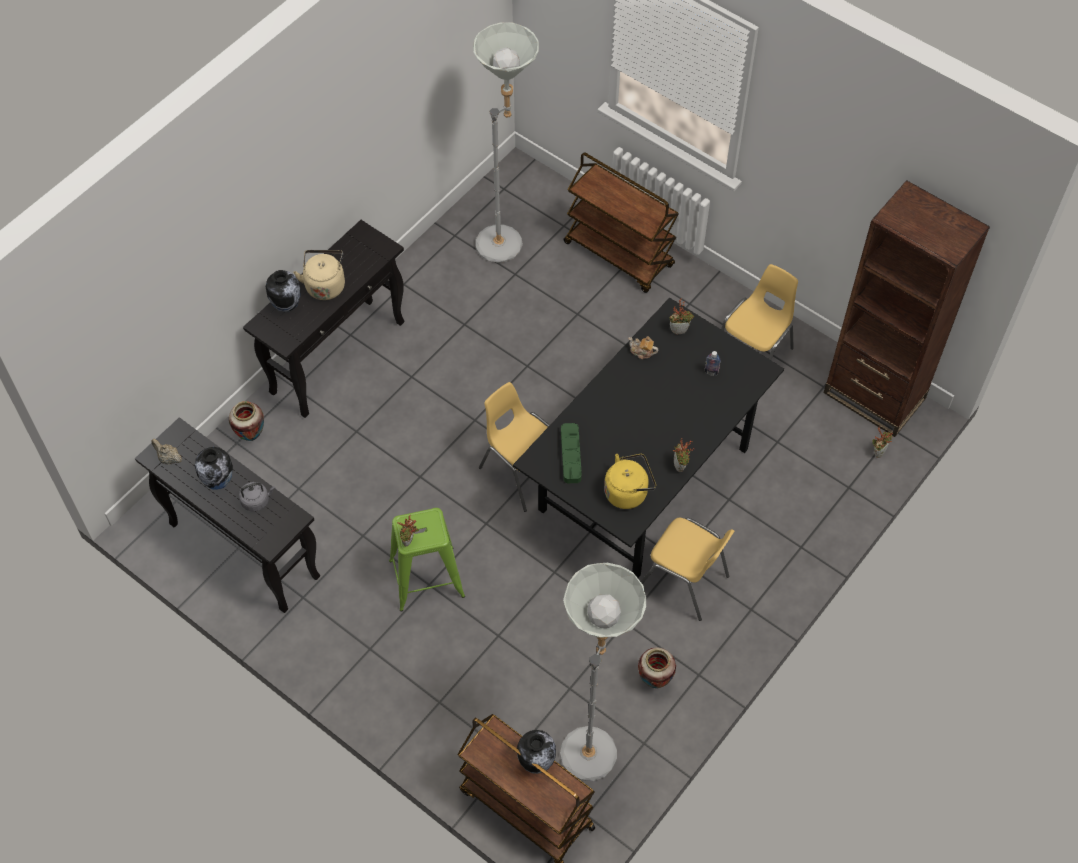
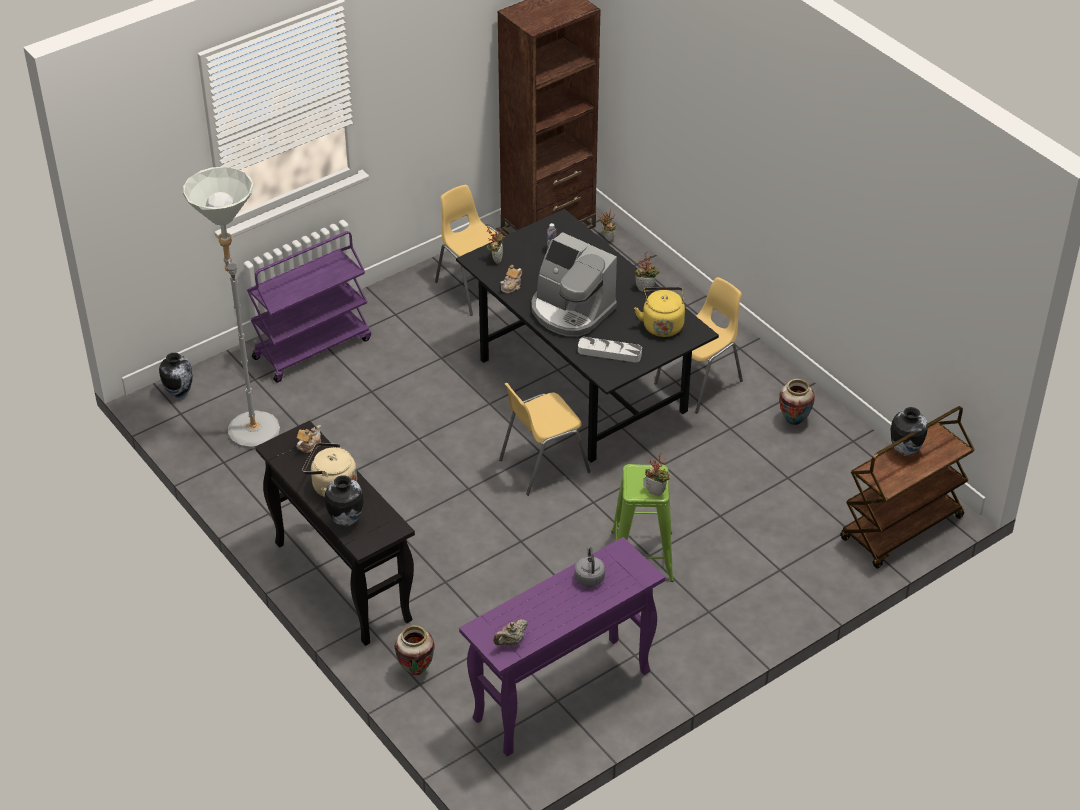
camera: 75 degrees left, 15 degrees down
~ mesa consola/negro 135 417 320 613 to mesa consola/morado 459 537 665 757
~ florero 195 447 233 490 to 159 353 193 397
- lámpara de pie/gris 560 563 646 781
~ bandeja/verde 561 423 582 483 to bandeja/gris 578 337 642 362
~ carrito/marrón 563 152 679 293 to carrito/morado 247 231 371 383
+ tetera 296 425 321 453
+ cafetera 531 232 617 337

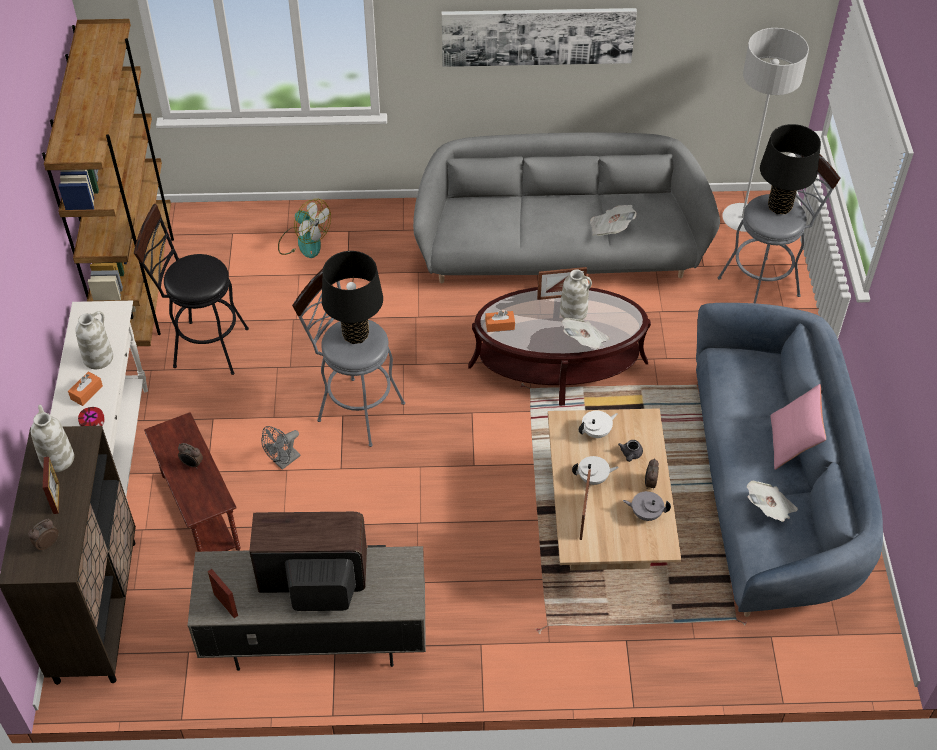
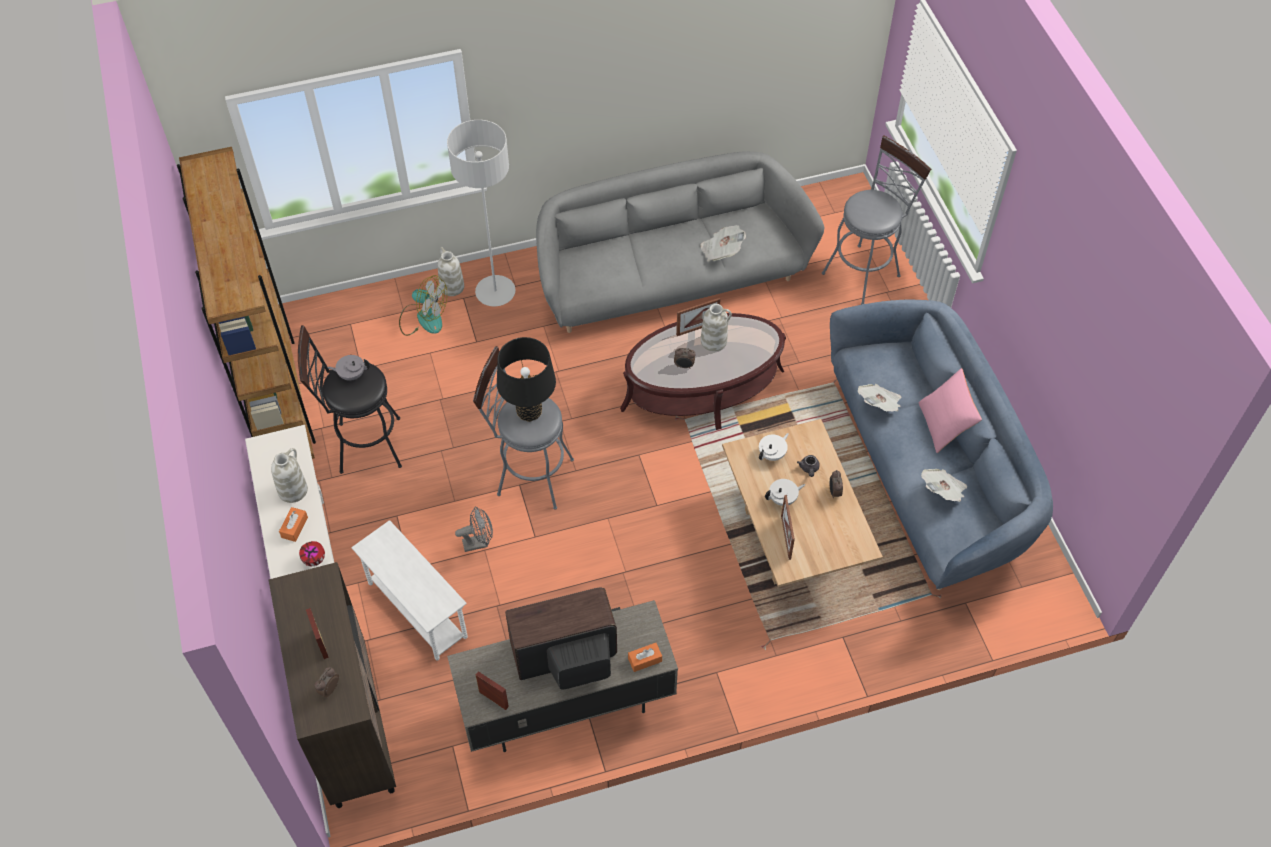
camera: 15 degrees left, 5 degrees up
~ florero/blanco 31 405 74 472 to 437 247 464 296
~ mesa auxiliar/marrón 144 412 241 552 to mesa auxiliar/blanco 352 520 468 660
~ despertador 178 443 203 469 to 674 348 695 369
~ ventilador/gris 261 426 301 470 = 455 507 493 552 135 degrees counterclockwise
- cuadro 442 8 637 67
~ caja de pañuelos/naranja 485 310 515 332 to 628 643 662 672
~ periódico 561 318 610 349 to 858 384 901 411
~ tetera/gris 623 491 671 521 to 327 355 370 381
~ lámpara de pie/gris 722 28 809 232 to 447 120 515 306
- lámpara de mesa/negro 760 124 821 214

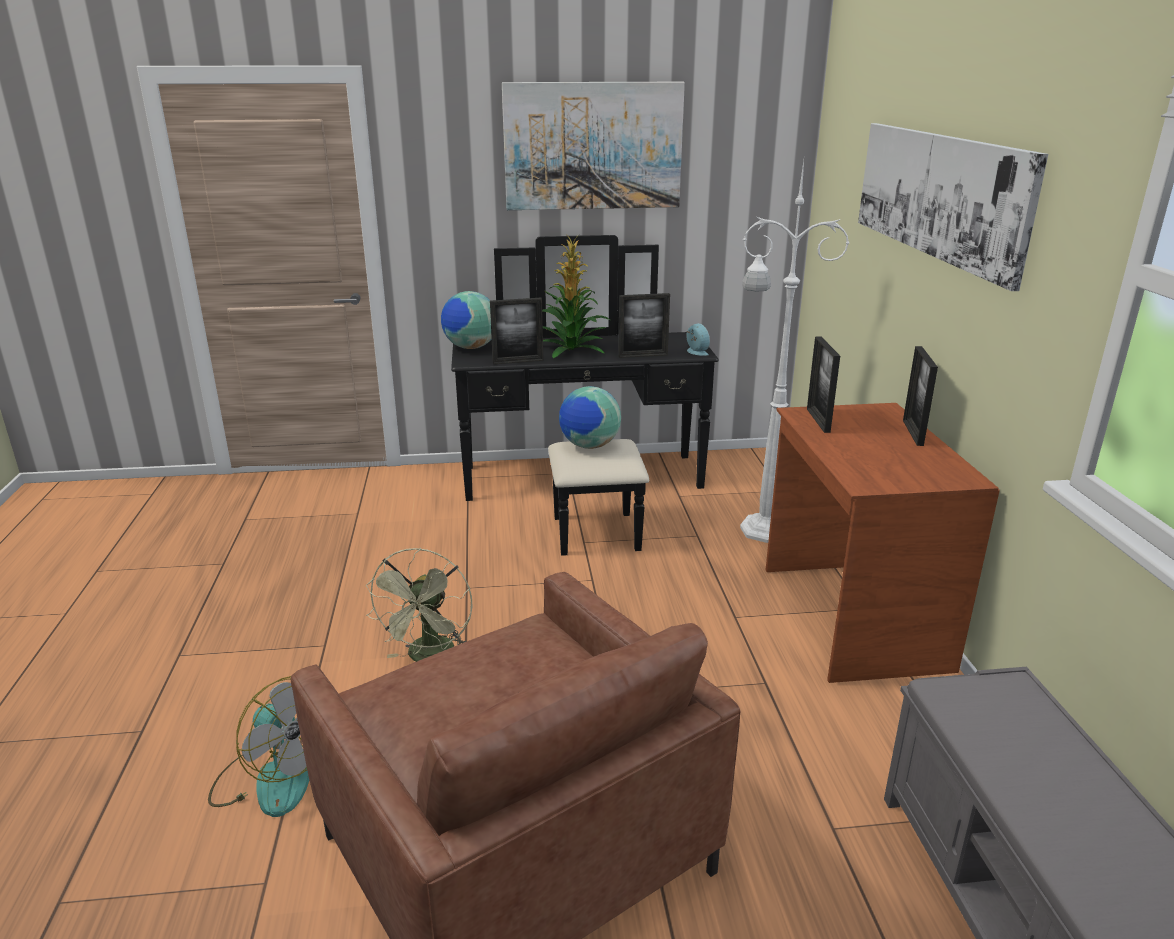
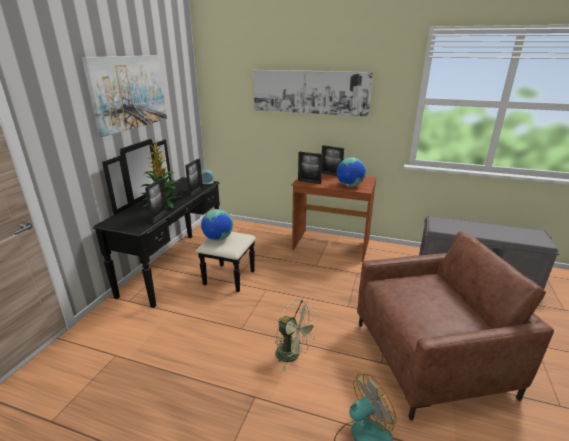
camera: 65 degrees left, 0 degrees up
~ globo terráqueo 441 291 492 349 to 336 157 366 187
- lámpara de pie/blanco 740 160 849 543

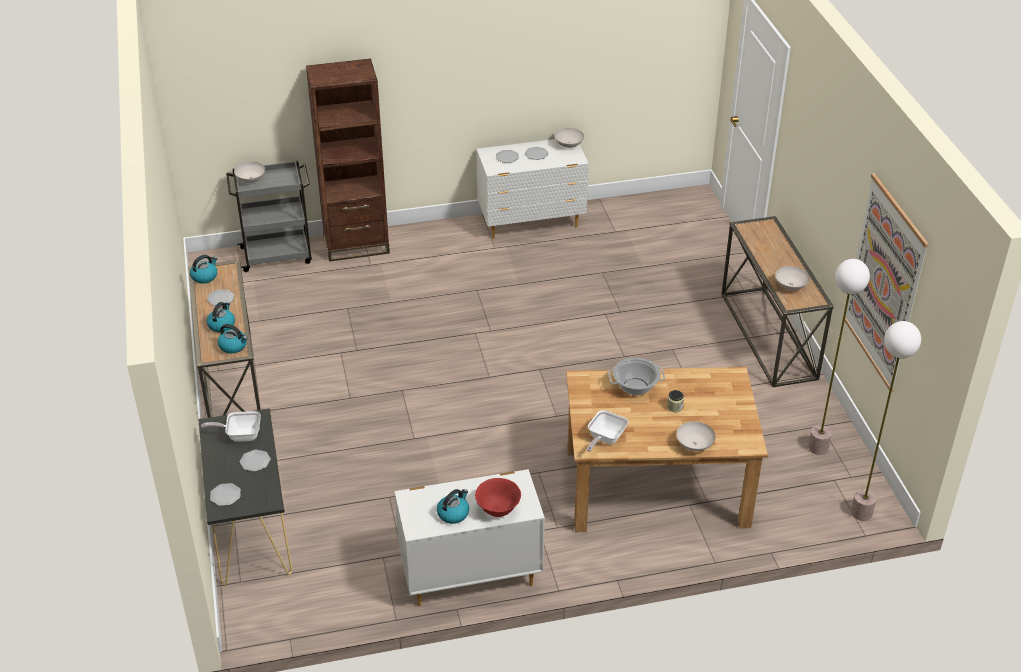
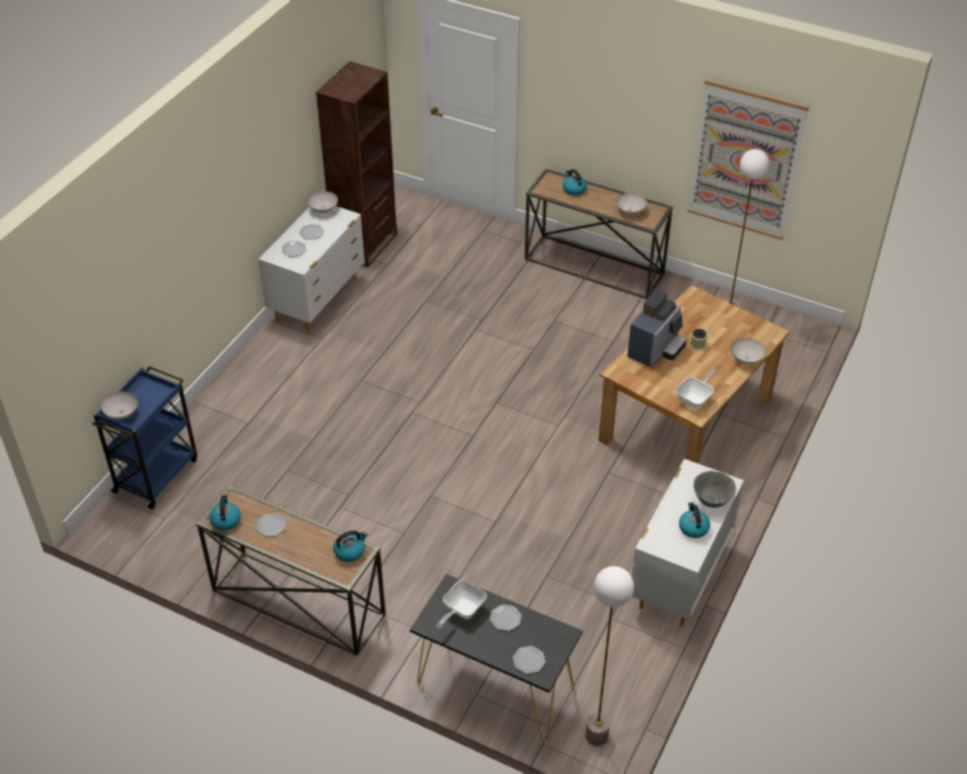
camera: 50 degrees left, 5 degrees up
~ hervidor 206 302 235 333 to 563 169 587 195
~ carrito/gris 226 161 312 272 to carrito/azul 92 366 197 509
~ estantería/marrón 306 59 390 262 to 316 61 397 268
~ cuenco/rojo 475 478 521 517 to cuenco/gris 693 471 736 508
~ sartén 587 410 629 452 = 676 369 717 409 120 degrees counterclockwise
~ olla 608 358 665 396 to cafetera 627 289 687 368
~ lámpara de pie 851 321 921 521 to 585 566 634 746

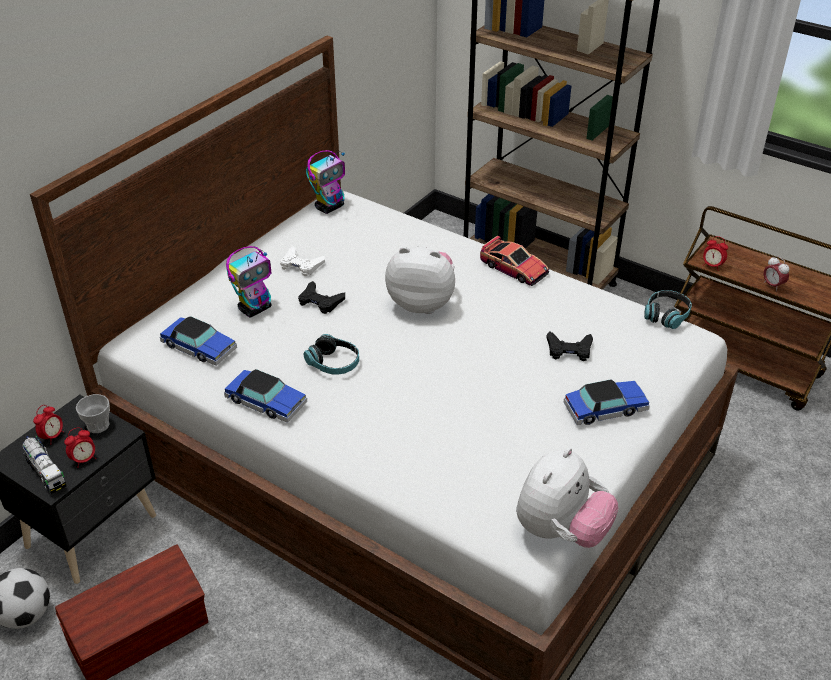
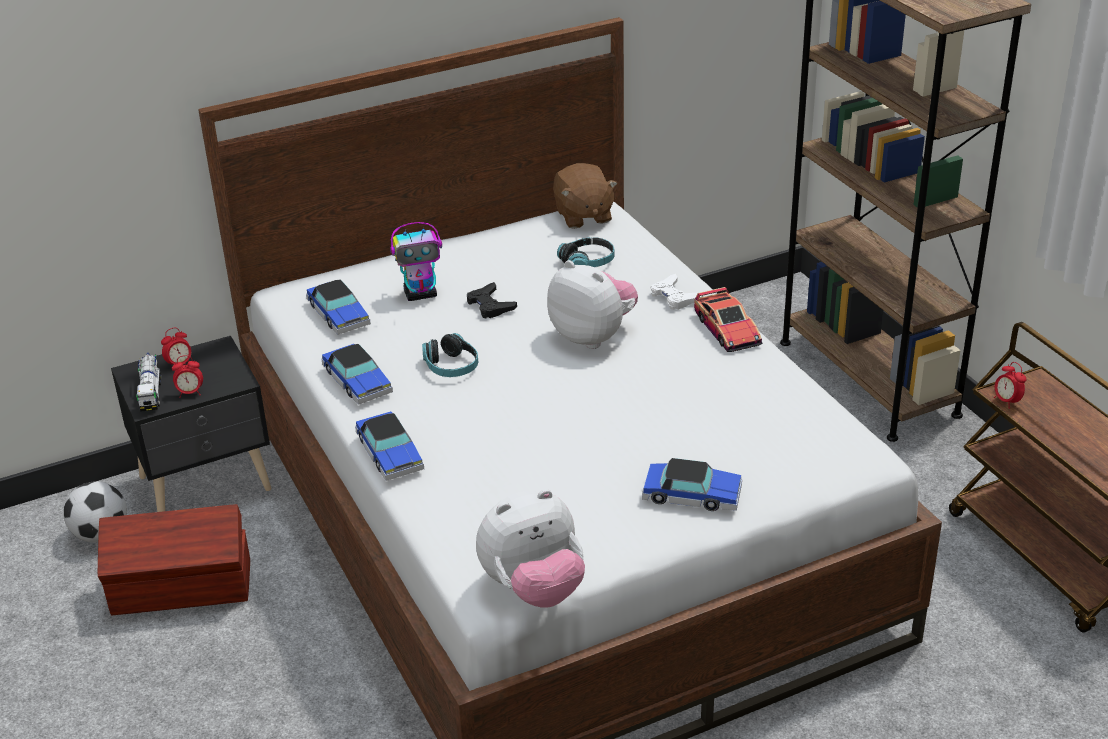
camera: 30 degrees right, 5 degrees down
- taza 76 394 110 433
~ mando de consola/blanco 280 247 325 276 to 651 274 703 310
~ robot de juguete 306 150 345 214 to peluche/marrón 553 163 618 229
- mando de consola/negro 546 331 593 361
~ auriculares 644 290 692 329 to 557 237 614 267
- despertador 764 256 790 291
+ coche de juguete 355 411 424 481

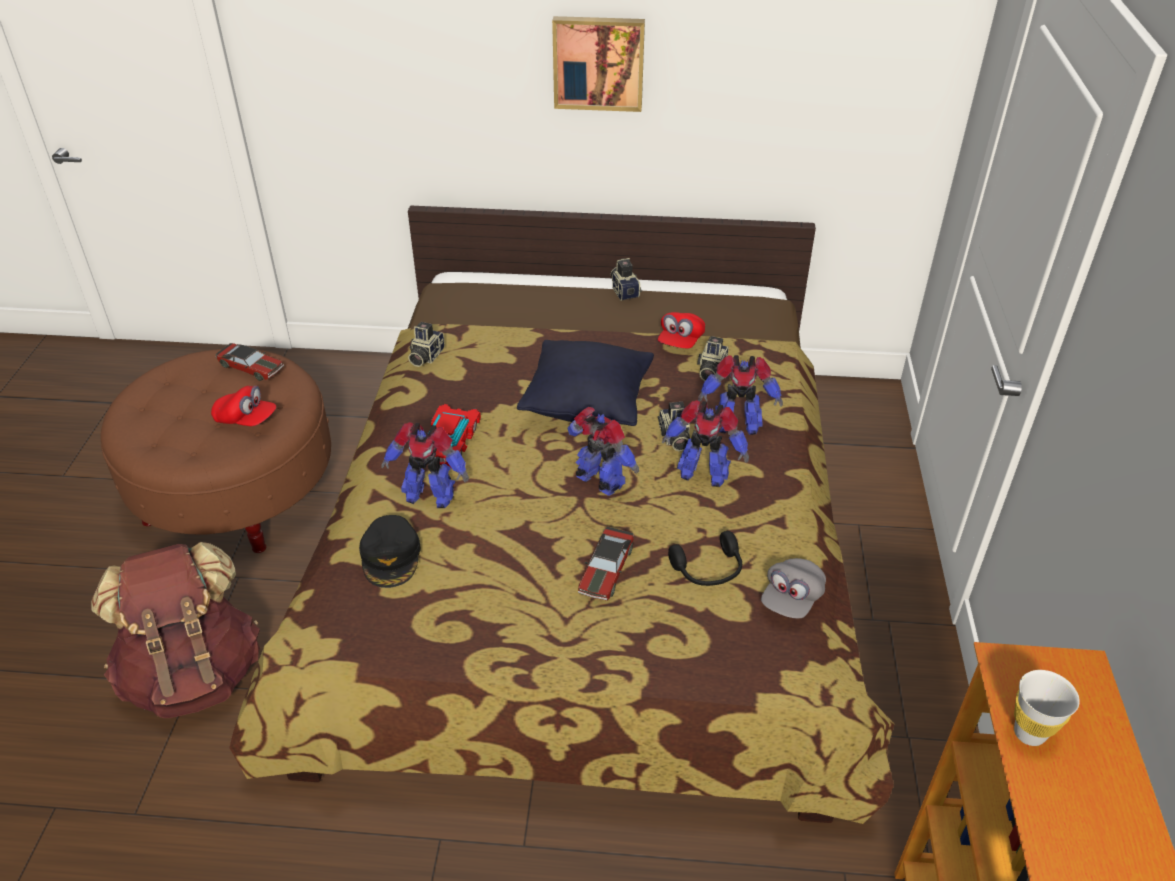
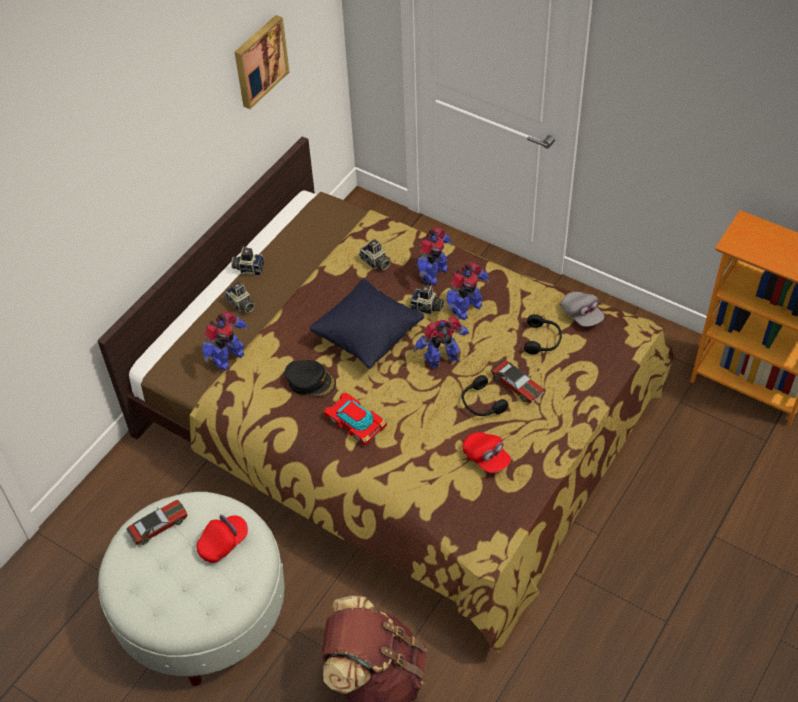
camera: 60 degrees left, 10 degrees up
~ puf/marrón 100 349 331 553 to puf/blanco 98 492 285 686
~ gorra/negro 359 515 421 588 to 285 360 336 397
~ robot de juguete 381 422 469 508 to 202 312 249 371
~ cámara 408 322 445 367 to 224 281 255 313
~ cuadro 552 16 645 112 to 234 15 290 109
~ gorra/rojo 658 312 705 348 to 462 432 511 473
- taza/blanco 1014 670 1080 746
+ auriculares/negro 462 375 508 416

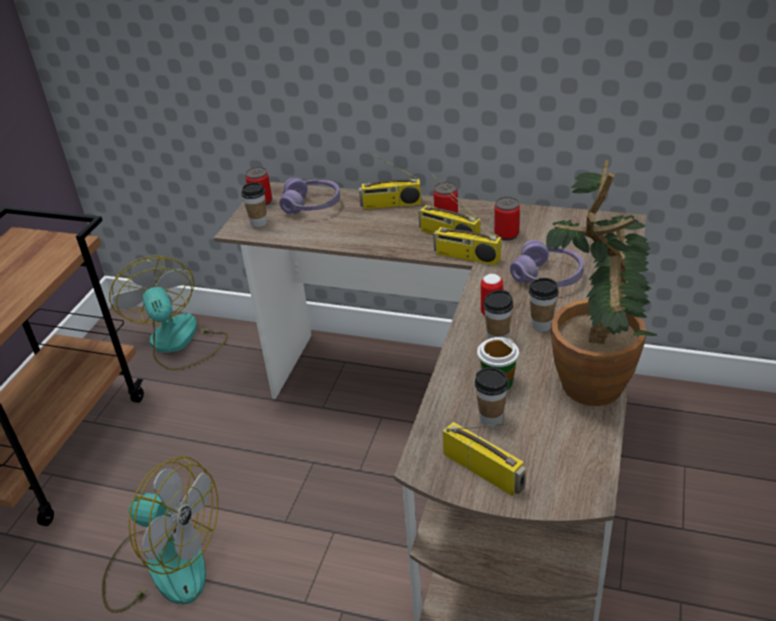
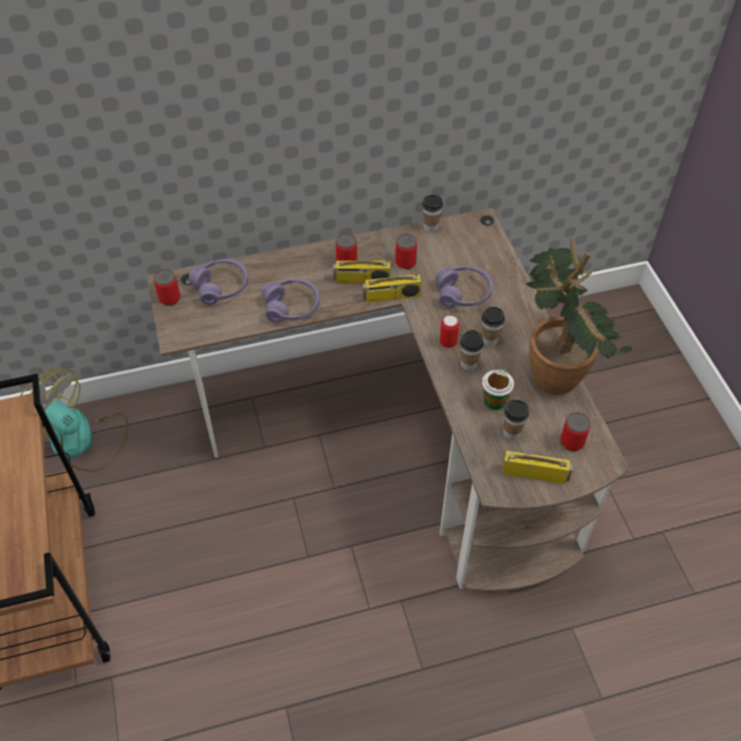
camera: 35 degrees left, 15 degrees up
- ventilador 102 456 218 613
~ taza 241 182 267 227 to 422 195 443 232
- radio 359 151 421 210
+ auriculares/morado 262 279 320 323
+ lata 560 412 591 451

